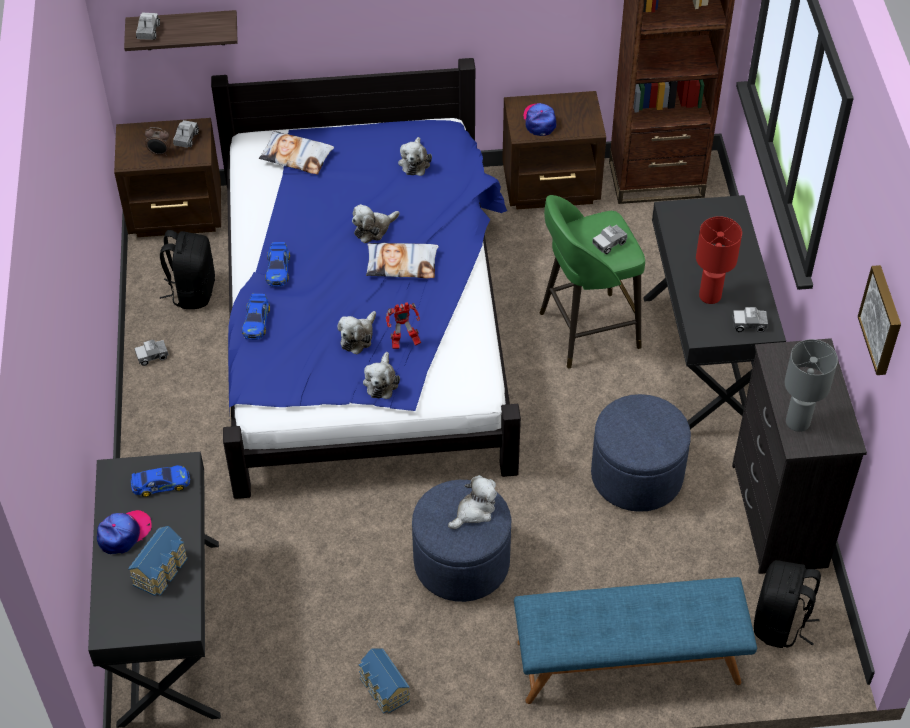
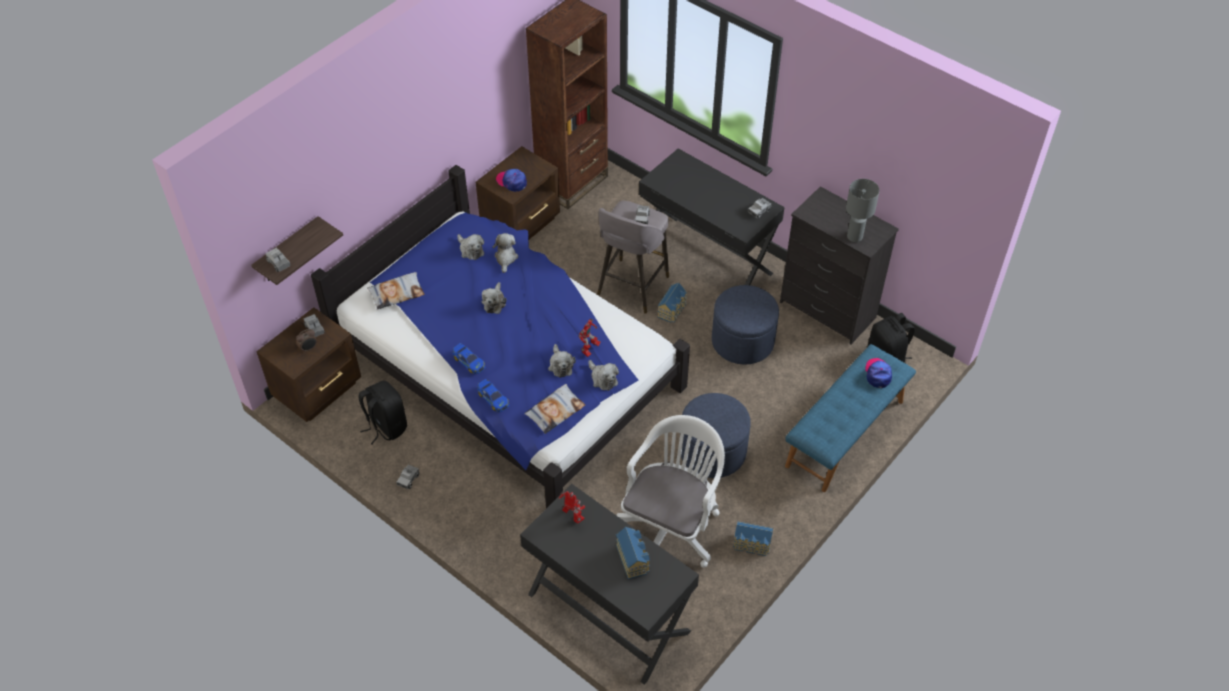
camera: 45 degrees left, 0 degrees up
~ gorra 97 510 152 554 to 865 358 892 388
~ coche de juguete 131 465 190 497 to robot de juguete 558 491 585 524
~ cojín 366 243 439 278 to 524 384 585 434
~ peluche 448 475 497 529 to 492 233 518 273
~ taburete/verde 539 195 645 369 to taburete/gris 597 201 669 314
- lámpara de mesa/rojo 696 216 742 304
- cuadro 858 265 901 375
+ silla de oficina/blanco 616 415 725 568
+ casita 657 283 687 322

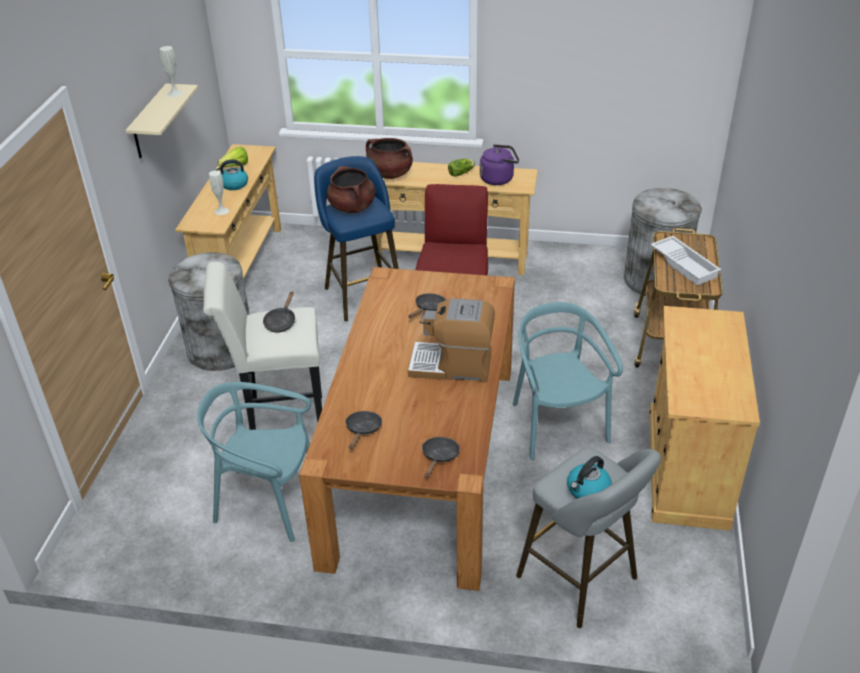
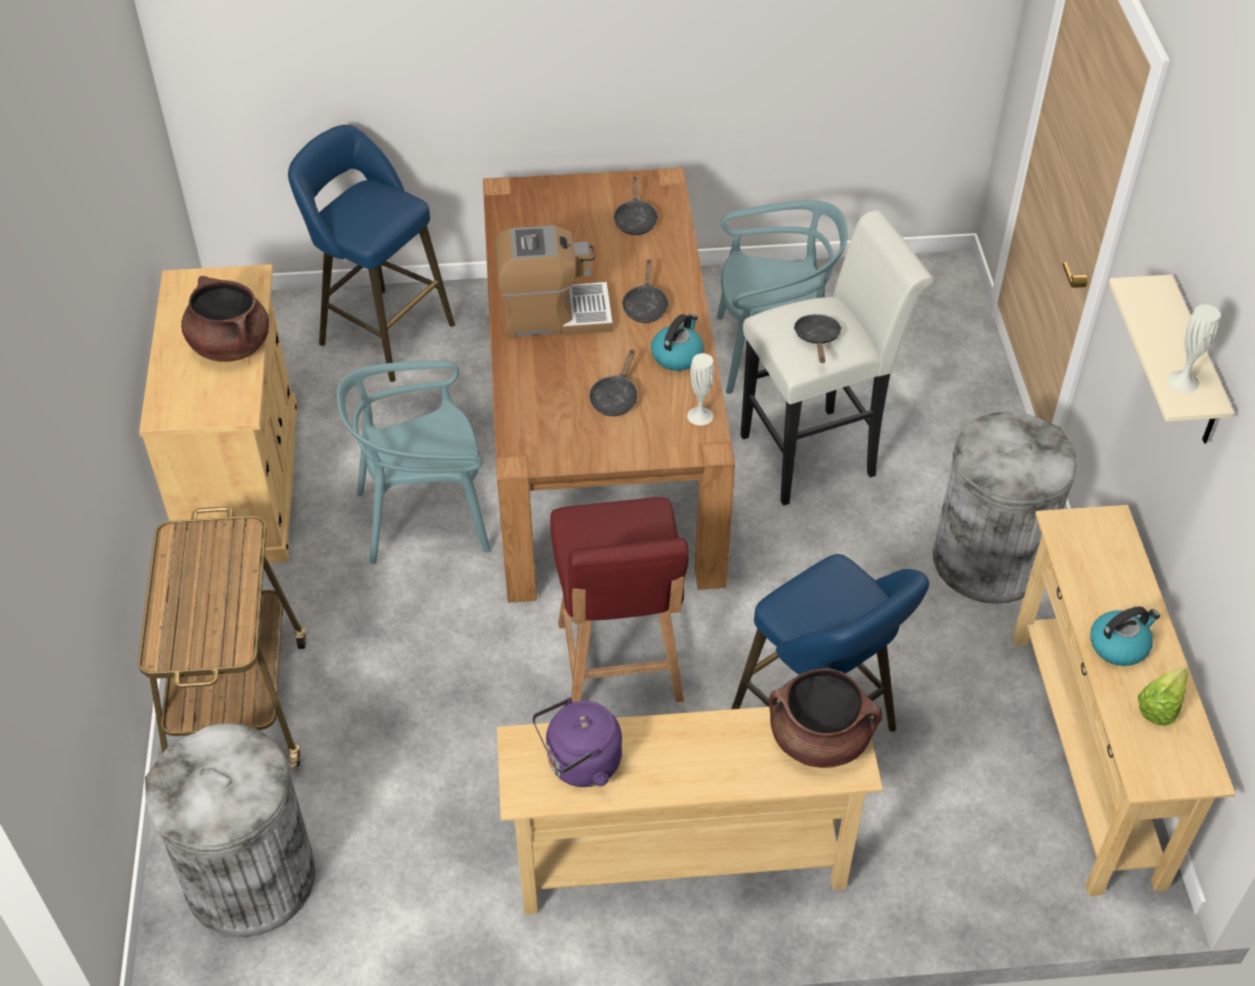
camera: 165 degrees right, 10 degrees up
~ florero/blanco 209 170 229 215 to 687 353 714 426
~ olla/marrón 327 166 375 213 to 181 276 269 362
~ sartén/negro 422 437 460 477 to 622 259 669 323
- lechuga 448 158 475 177
~ silla/turquesa 513 302 623 460 = 337 360 491 564 105 degrees clockwise
~ taburete/gris 516 447 661 628 to taburete/azul 288 125 455 382
~ hervidor 567 456 611 499 to 651 314 704 371
- bandeja/blanco 651 236 721 285

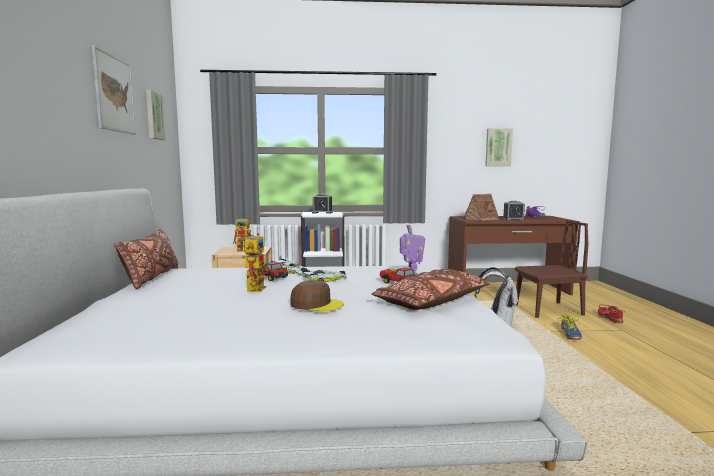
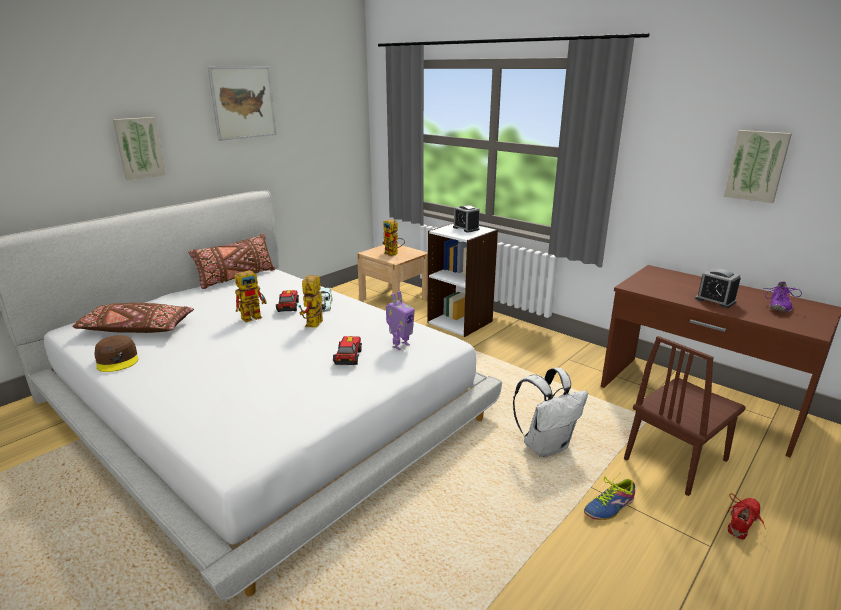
camera: 45 degrees right, 15 degrees up
~ cuadro 146 90 166 140 to 113 117 166 180
~ gorra/marrón 290 280 344 312 to 95 335 138 372
~ coche de juguete 302 270 347 282 to robot de juguete 298 275 323 328
~ cojín/marrón 372 269 490 310 to 72 303 194 333
- casita 464 194 499 221
~ silla/marrón 515 220 588 318 = 624 336 746 496 105 degrees clockwise

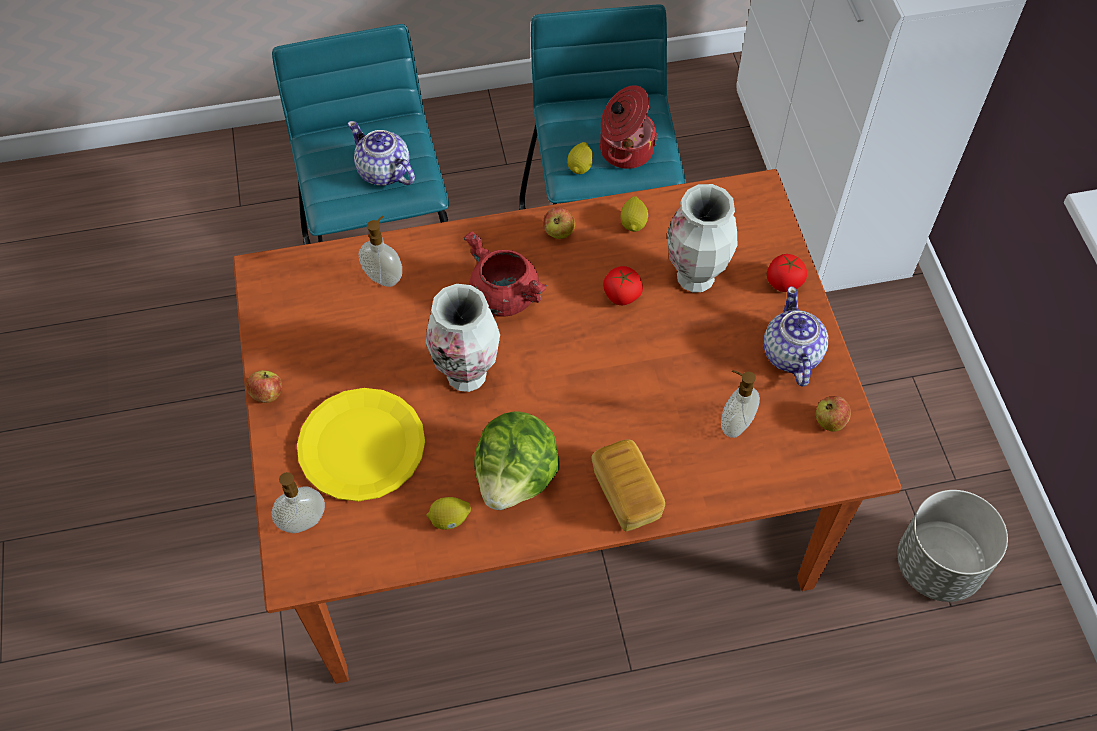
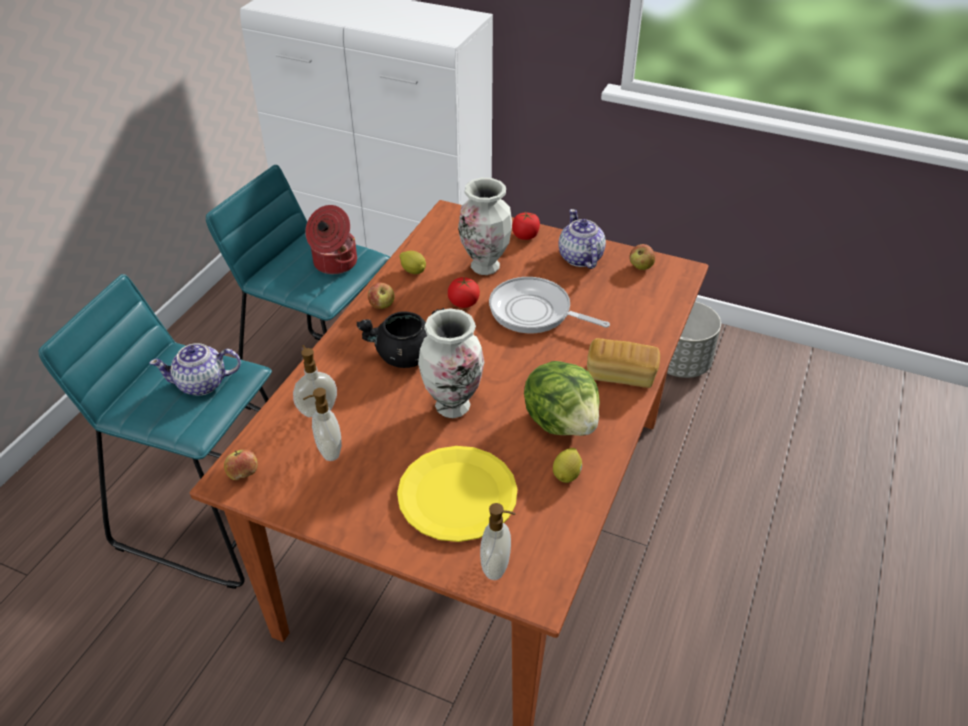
camera: 55 degrees left, 15 degrees down
~ manzana 246 370 282 403 to 224 449 258 480
~ olla/rojo 464 231 547 317 to olla/negro 357 308 444 368
- limón 567 142 594 174
~ dispensador de jabón 721 370 760 438 to 303 388 342 461
~ tetera 764 286 828 387 = 558 209 606 269 45 degrees clockwise
+ sartén 489 277 610 333

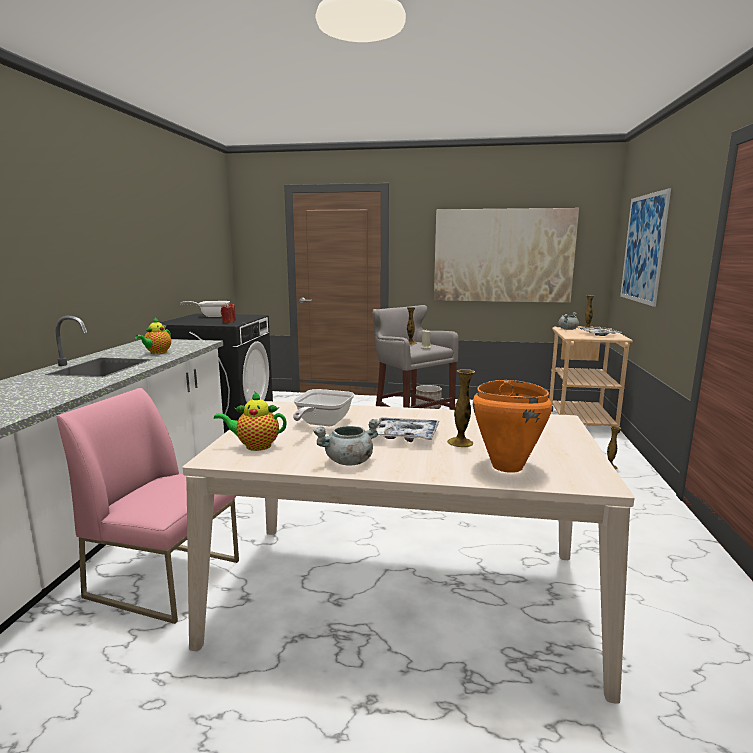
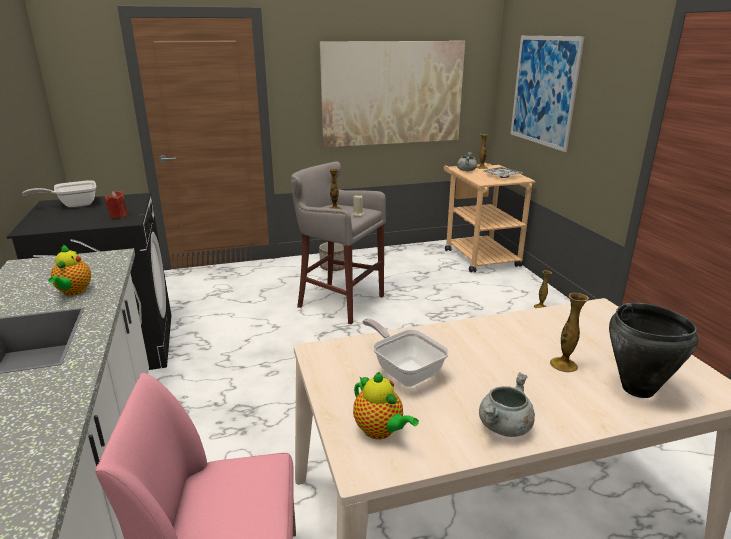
camera: 25 degrees left, 10 degrees up
~ tetera 214 391 287 451 = 353 372 419 439 105 degrees counterclockwise
~ sartén 293 389 354 426 = 362 318 450 387 150 degrees clockwise
- bandeja 376 417 440 442
~ olla/naranja 473 380 552 473 to olla/negro 609 303 698 398

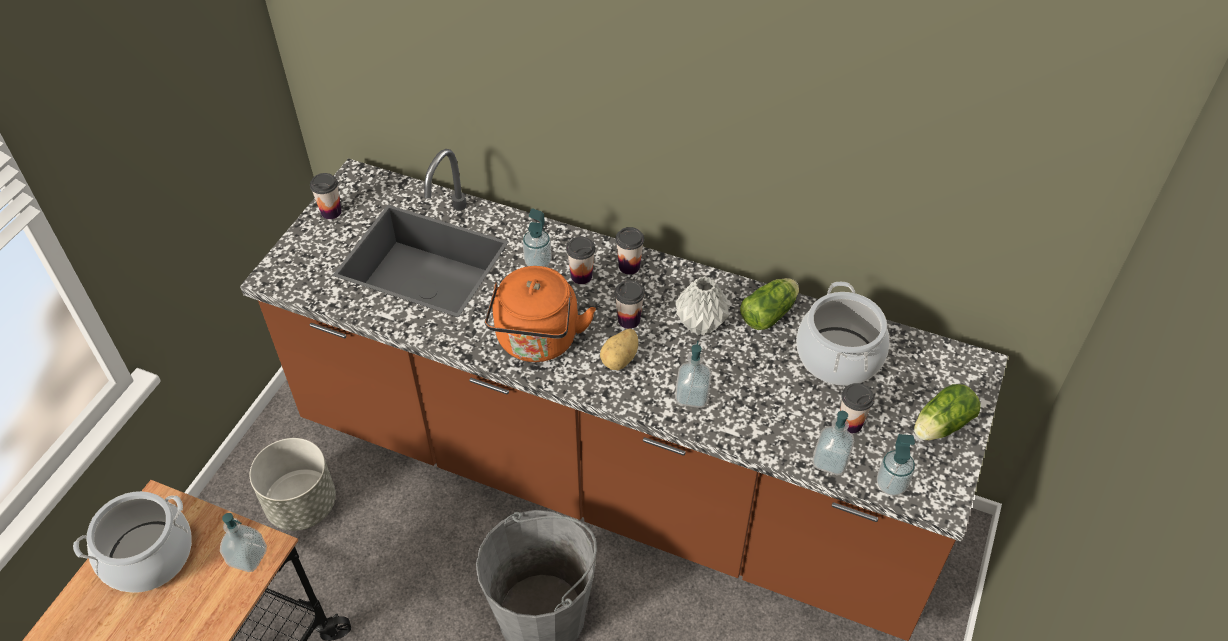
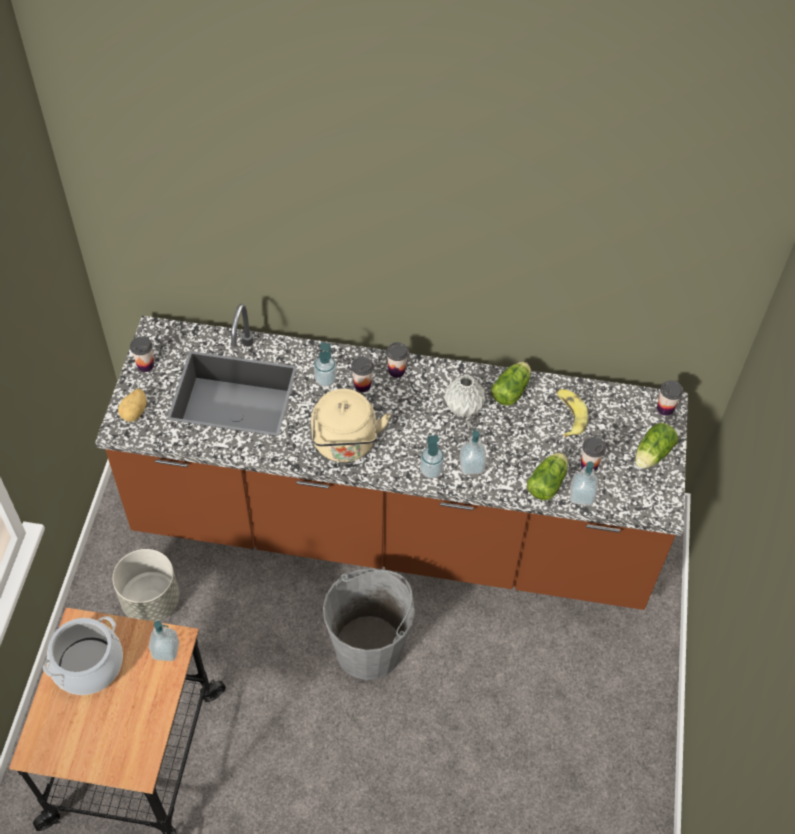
camera: 15 degrees left, 5 degrees up
~ hervidor/naranja 485 266 596 362 to hervidor/beis 311 389 391 462
~ patata 600 328 638 370 to 118 388 147 422
~ taza 615 280 645 329 to 657 380 683 416
~ olla 796 282 890 386 to plátano 557 389 588 438
~ dispensador de jabón 877 434 915 496 to 420 435 444 478
+ lechuga 527 453 568 501

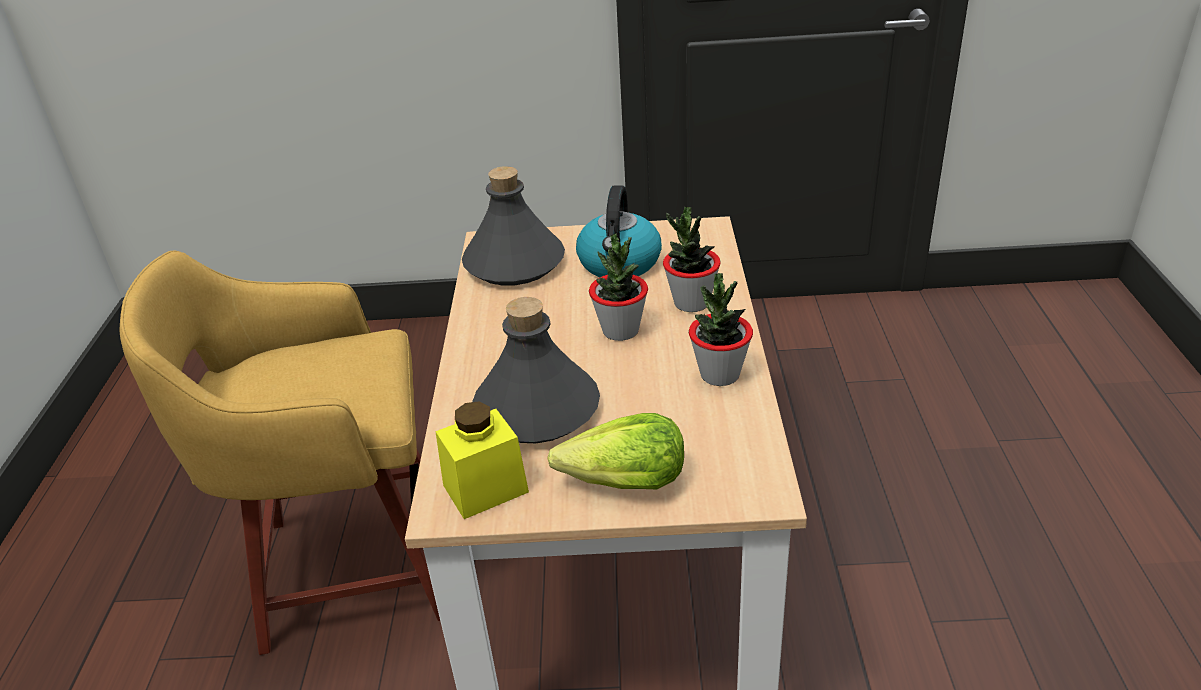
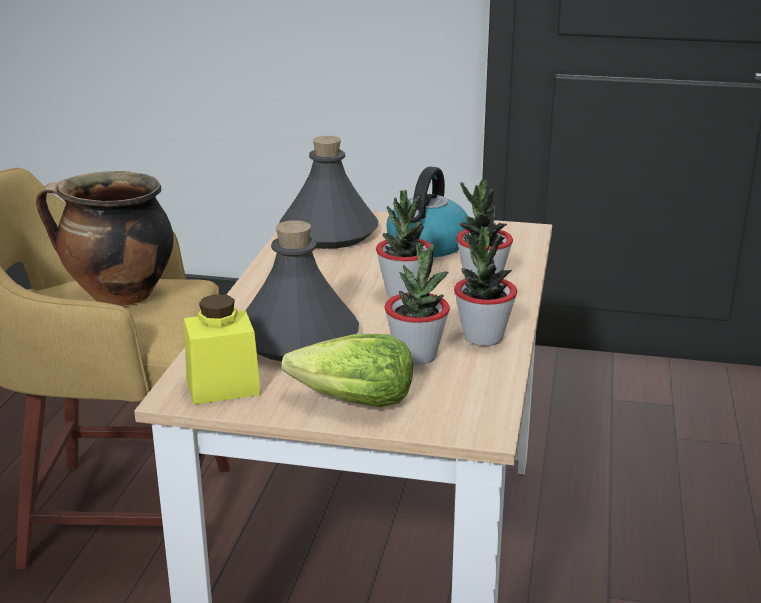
camera: 10 degrees right, 10 degrees down
+ olla 36 171 173 306
+ planta en maceta 384 242 450 365

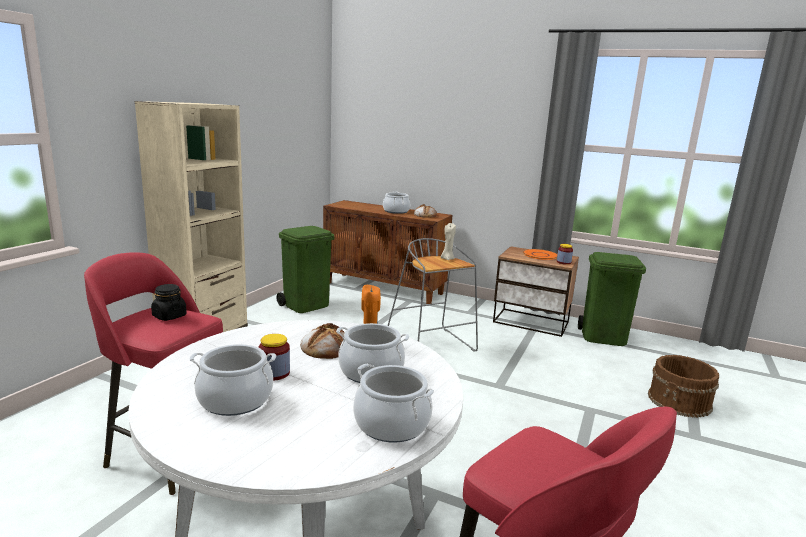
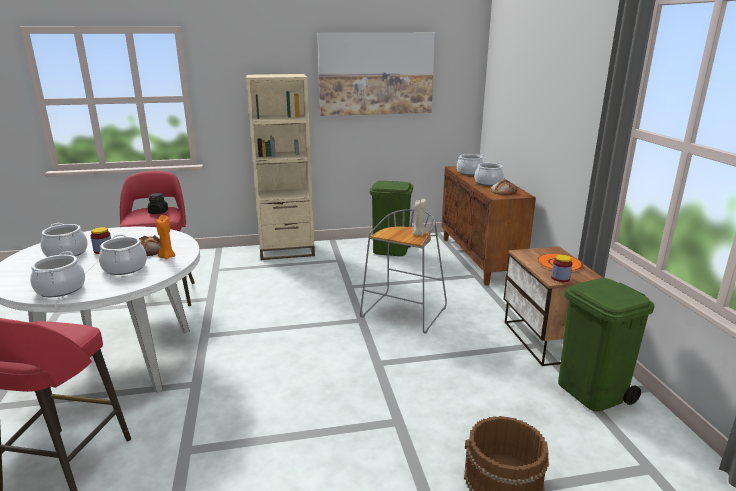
camera: 55 degrees right, 5 degrees up
+ cuadro 317 33 435 116
+ olla 457 154 484 175

